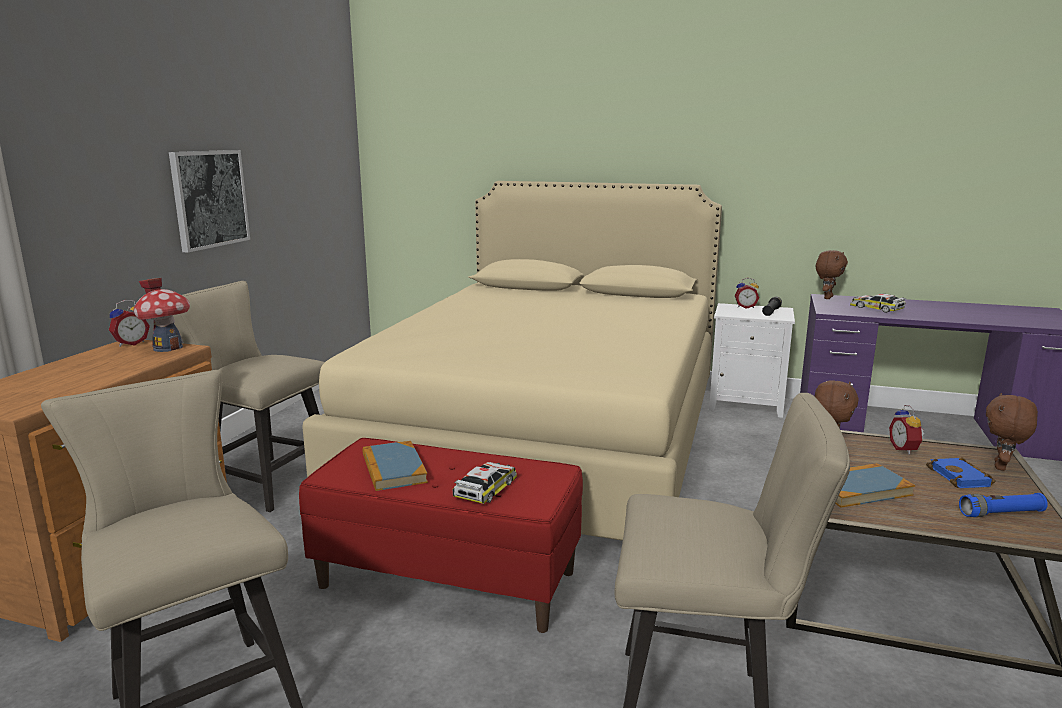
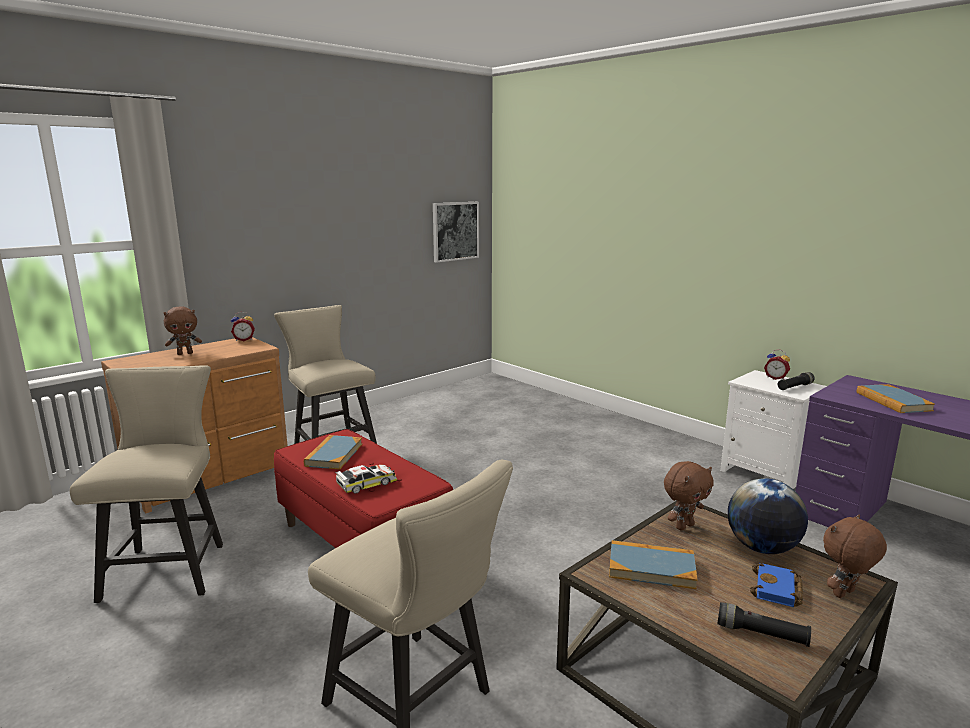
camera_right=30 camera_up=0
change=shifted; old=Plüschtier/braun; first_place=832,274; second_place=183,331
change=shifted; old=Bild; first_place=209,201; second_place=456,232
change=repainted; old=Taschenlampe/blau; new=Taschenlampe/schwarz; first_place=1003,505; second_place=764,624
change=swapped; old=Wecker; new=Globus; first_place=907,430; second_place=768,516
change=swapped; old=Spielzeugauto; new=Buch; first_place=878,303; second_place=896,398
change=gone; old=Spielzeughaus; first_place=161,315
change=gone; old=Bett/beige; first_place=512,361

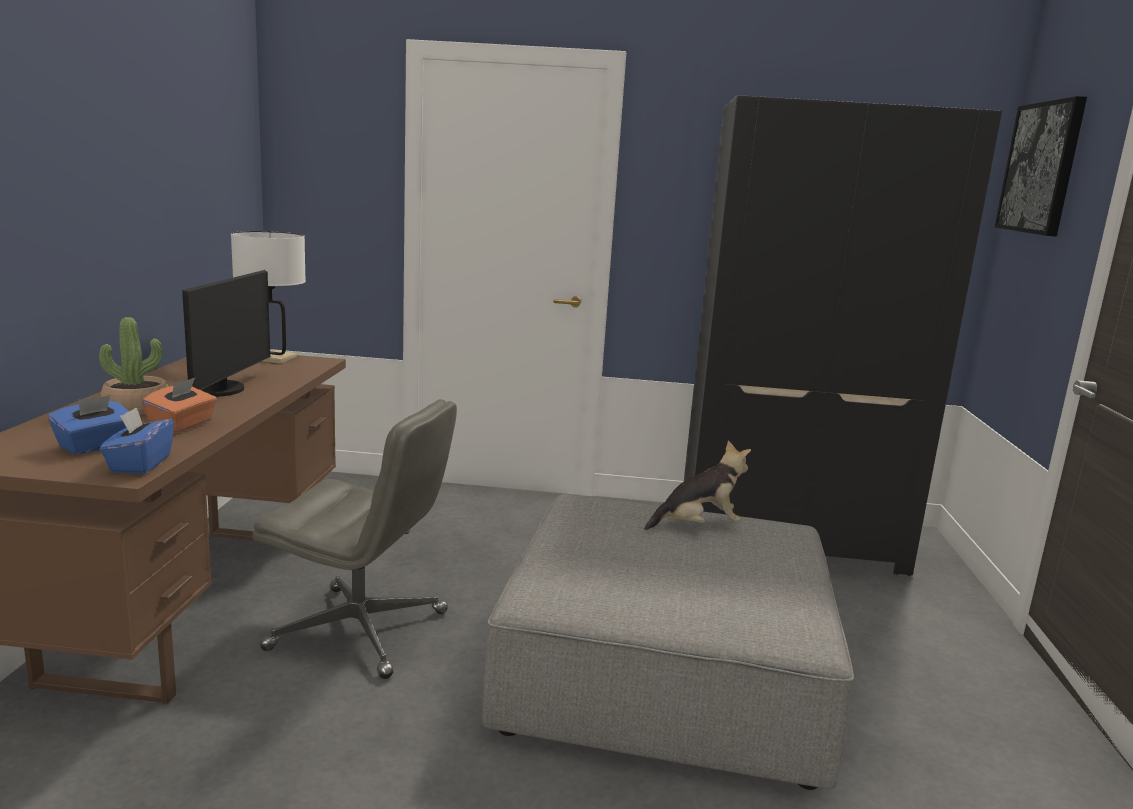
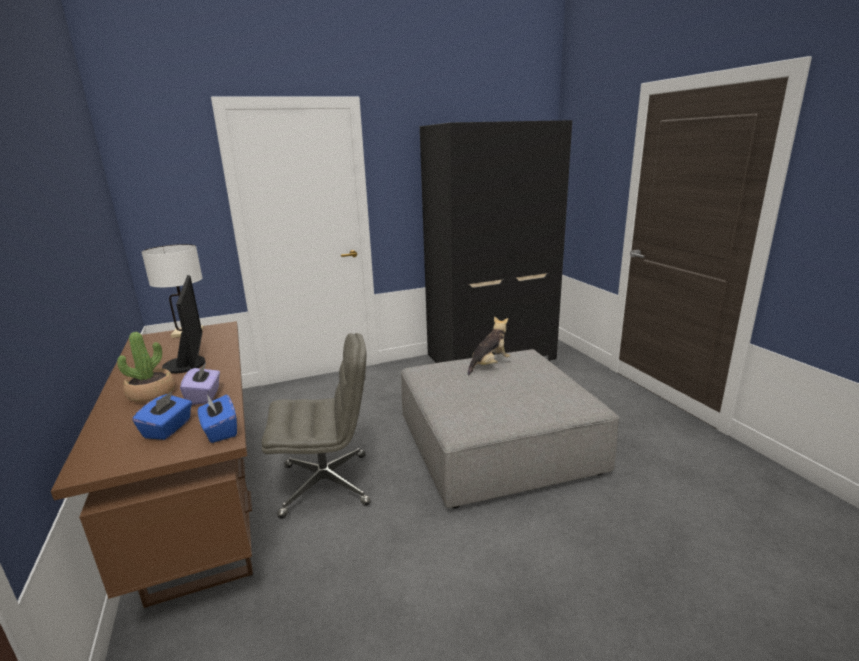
camera_right=-25 camera_up=5
change=repainted; old=Taschentuchbox/orange; new=Taschentuchbox/lila; first_place=179,406; second_place=200,384
change=gone; old=Bild; first_place=1041,166

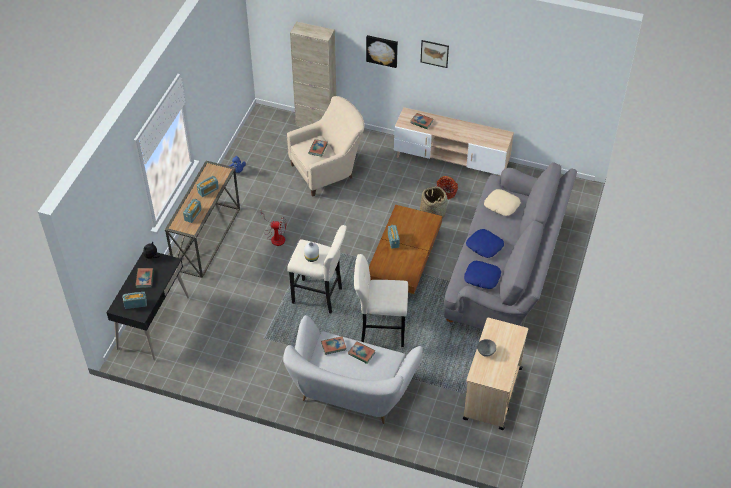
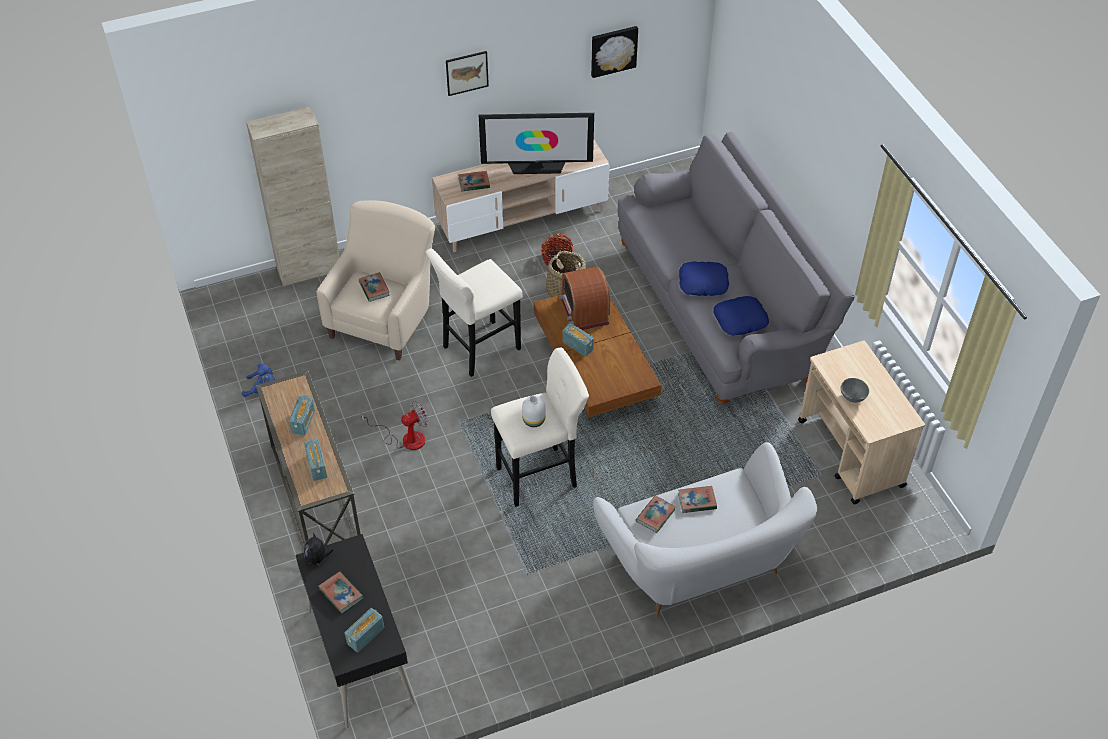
camera_right=-40 camera_up=0
change=shifted; old=Hocker/beige; first_place=381,300; second_place=474,313
change=new; new=Fernseher; second_place=536,143
change=new; new=Radio; second_place=584,298
change=shifted; old=Bild; first_place=382,51; second_place=614,52
change=gone; old=Kissen/beige; first_place=502,202

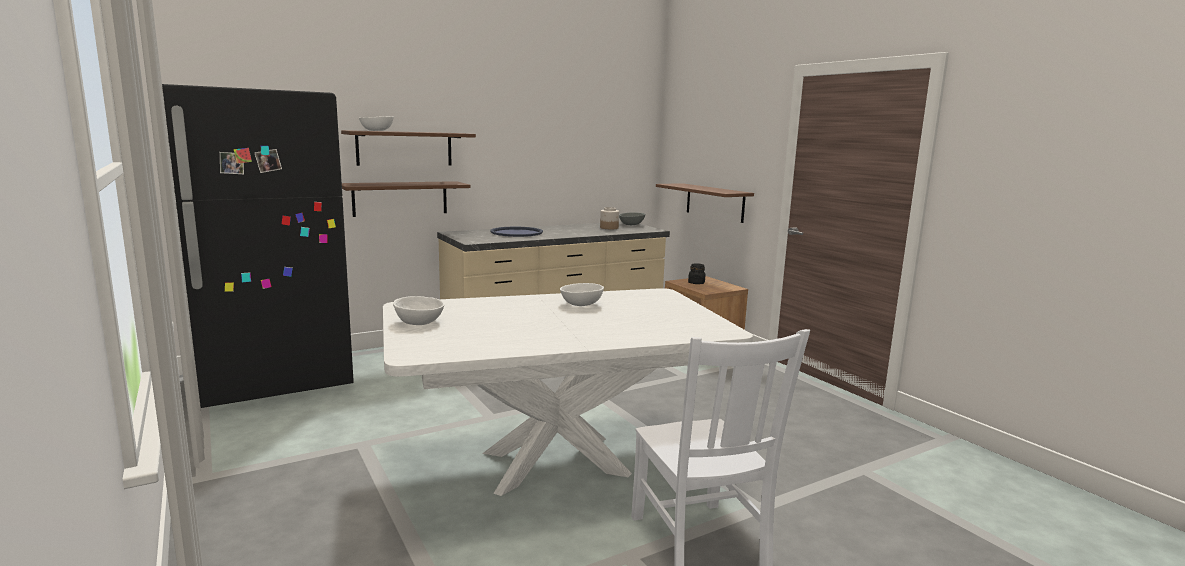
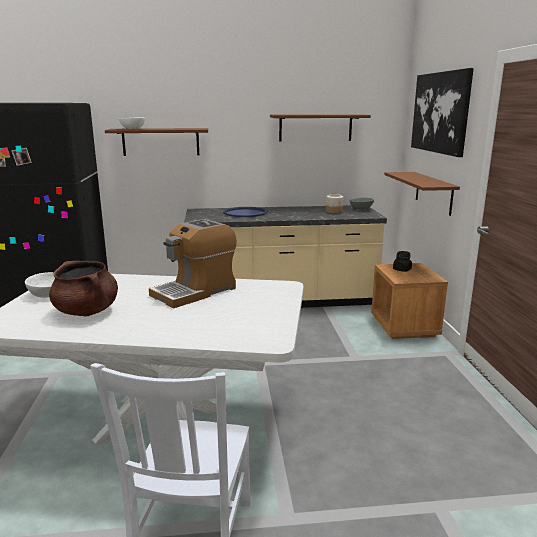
camera_right=25 camera_up=5
change=new; new=Kochtopf/braun; second_place=83,289
change=swapped; old=Schüssel/weiß; new=Kaffeemaschine; first_place=582,294; second_place=193,263
change=shifted; old=Wandregal/braun; first_place=406,199; second_place=320,127
change=new; new=Bild; second_place=442,112

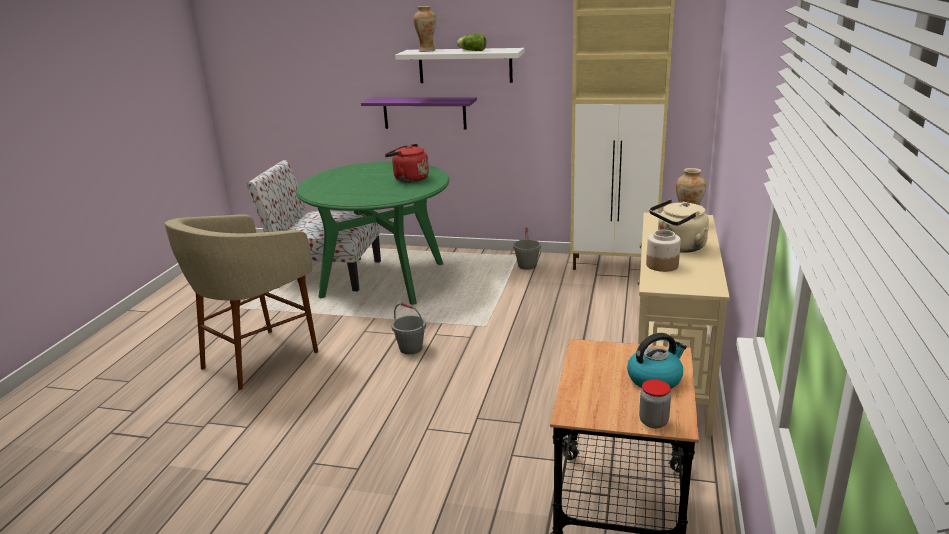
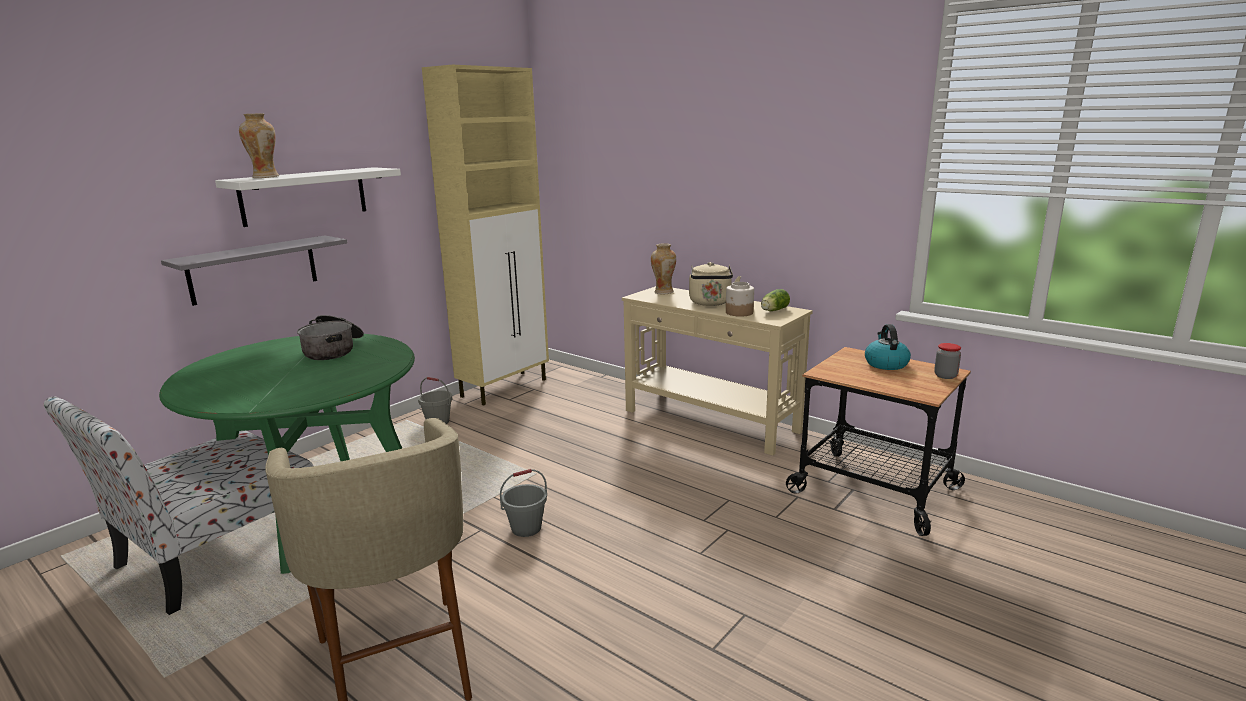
camera_right=-65 camera_up=-5
change=repainted; old=Wandregal/lila; new=Wandregal/grau; first_place=419,113; second_place=254,271
change=swapped; old=Wasserkessel/rot; new=Kochtopf; first_place=407,163; second_place=330,337
change=shifted; old=Salatkopf; first_place=471,42; second_place=775,300

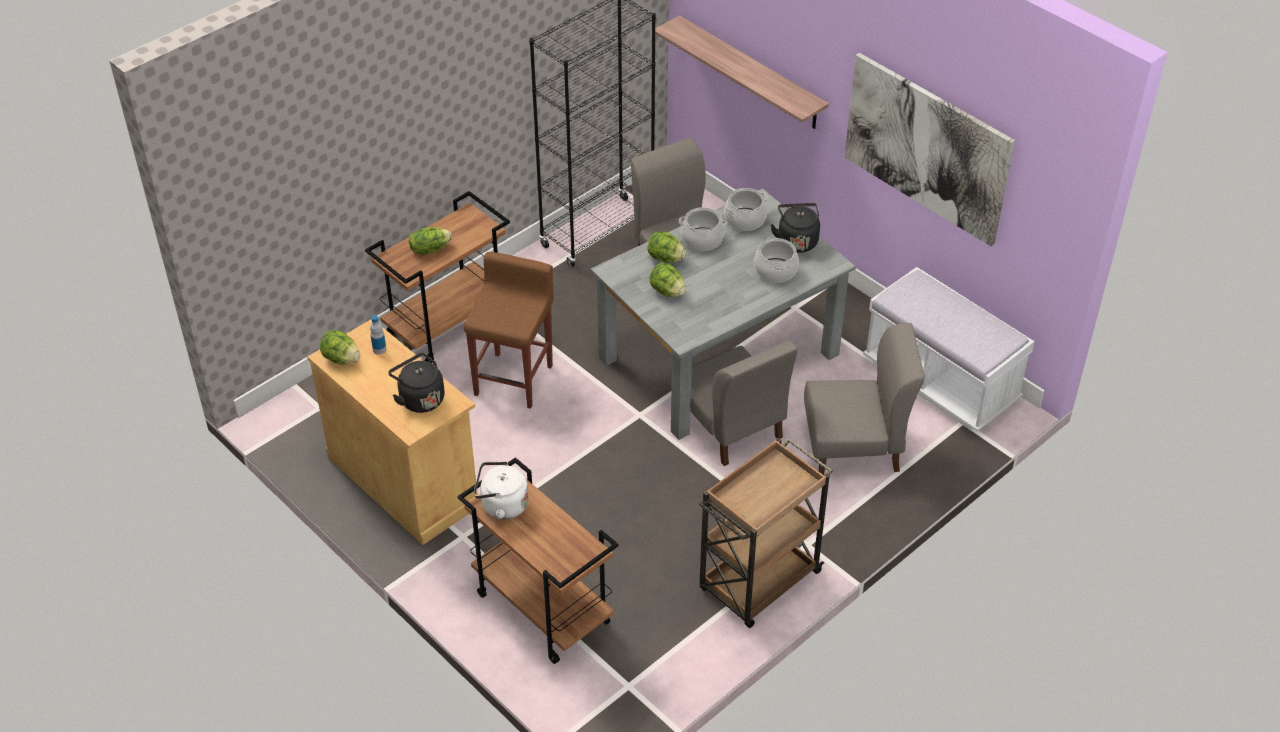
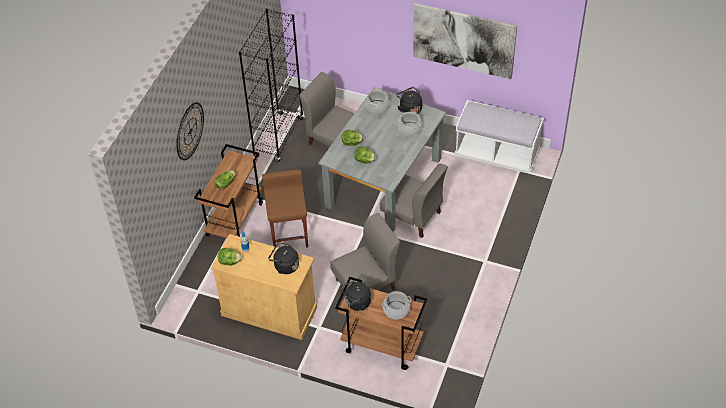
camera_right=-25 camera_up=5
change=new; new=Wanduhr; second_place=190,131
change=shifted; old=Stuhl/grau; first_place=864,399; second_place=365,251
change=repainted; old=Wasserkessel/weiß; new=Wasserkessel/schwarz; first_place=501,490; second_place=356,296
change=shifted; old=Kochtopf; first_place=703,229; second_place=396,305
change=gone; old=Wandregal; first_place=742,72
change=gone; old=Rollwagen/braun; first_place=765,533

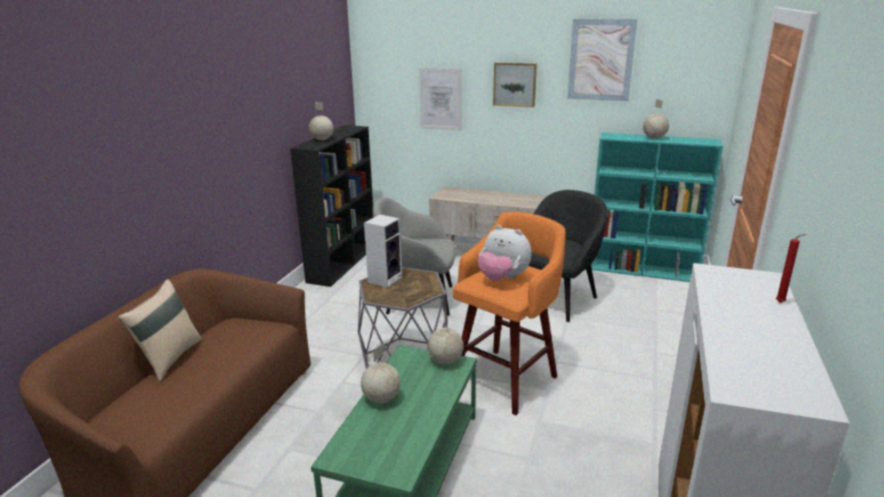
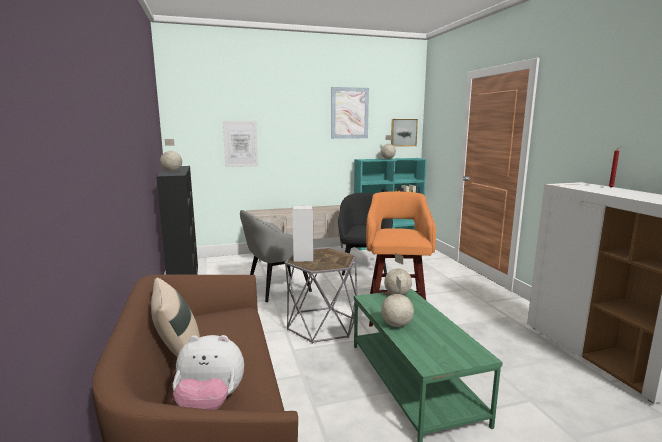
camera_right=-35 camera_up=-10
change=shifted; old=Plüschtier; first_place=505,253; second_place=208,372
change=shifted; old=Bild; first_place=515,84; second_place=404,133

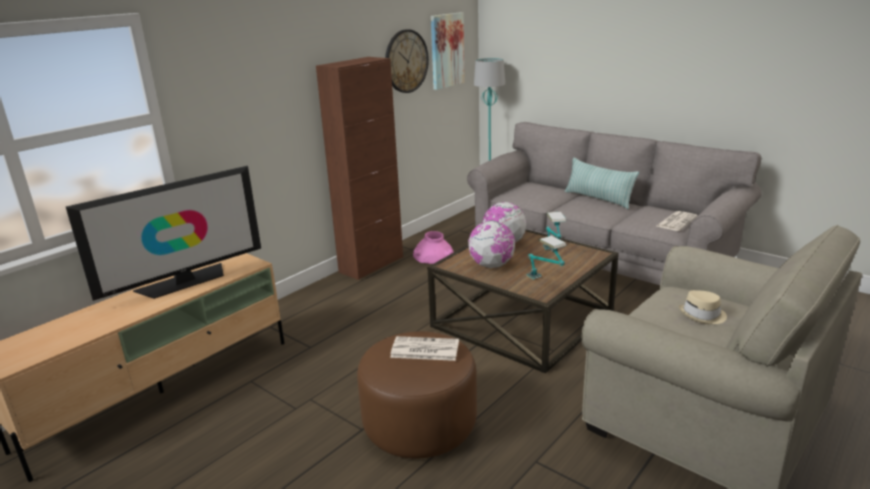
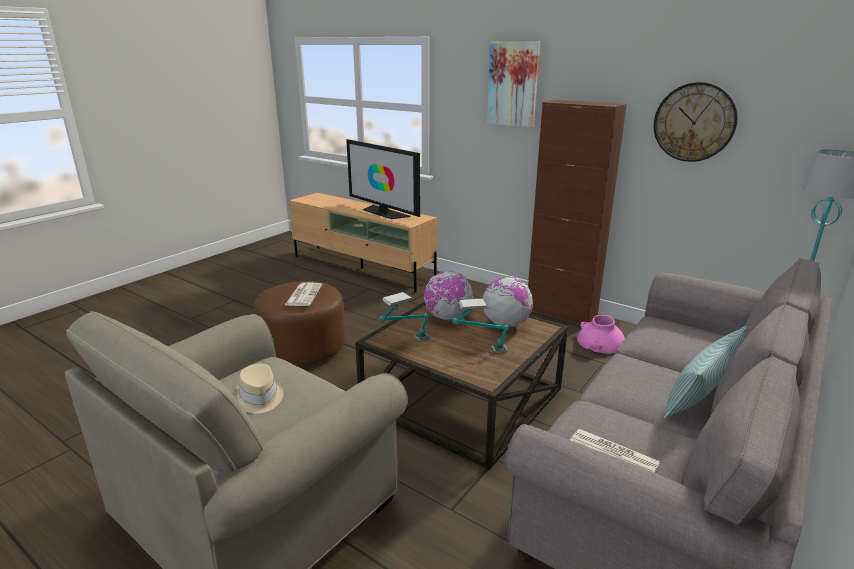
camera_right=85 camera_up=0
change=shifted; old=Bild; first_place=448,51; second_place=513,84

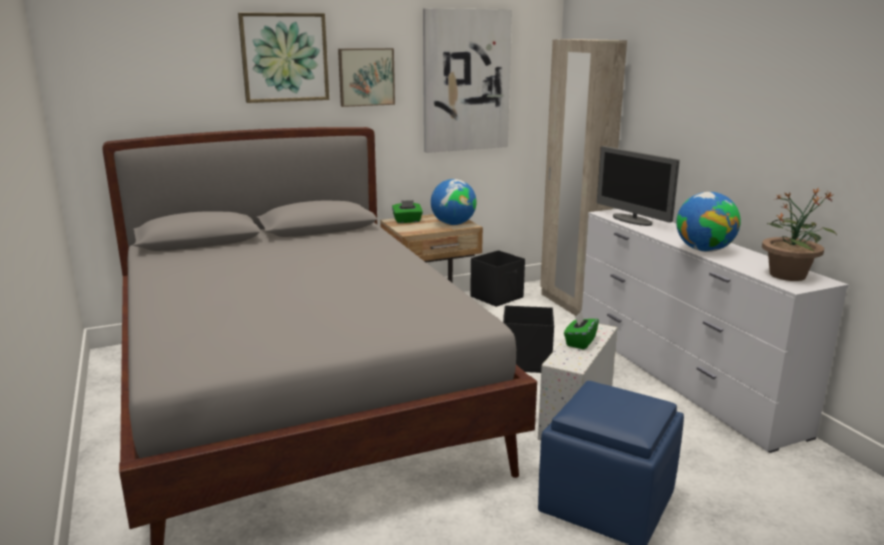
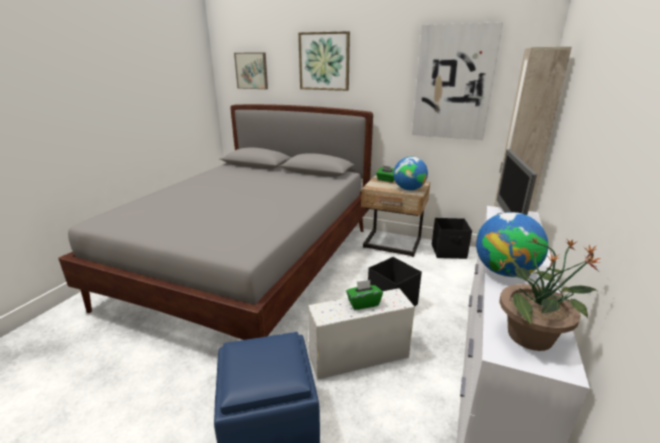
camera_right=45 camera_up=5
change=shifted; old=Bild; first_place=366,77; second_place=251,71

